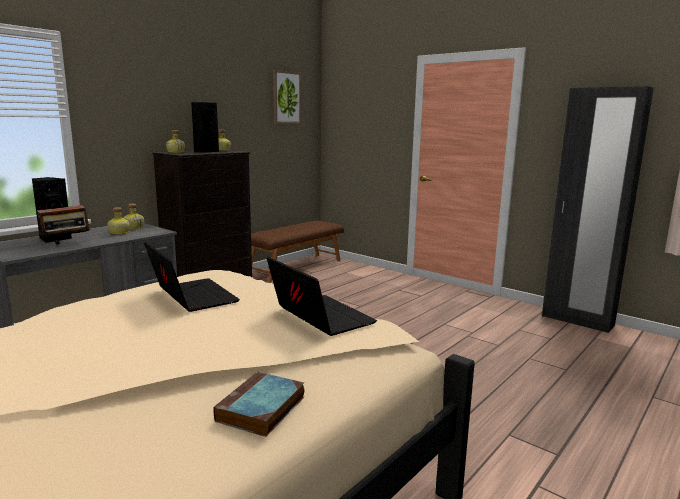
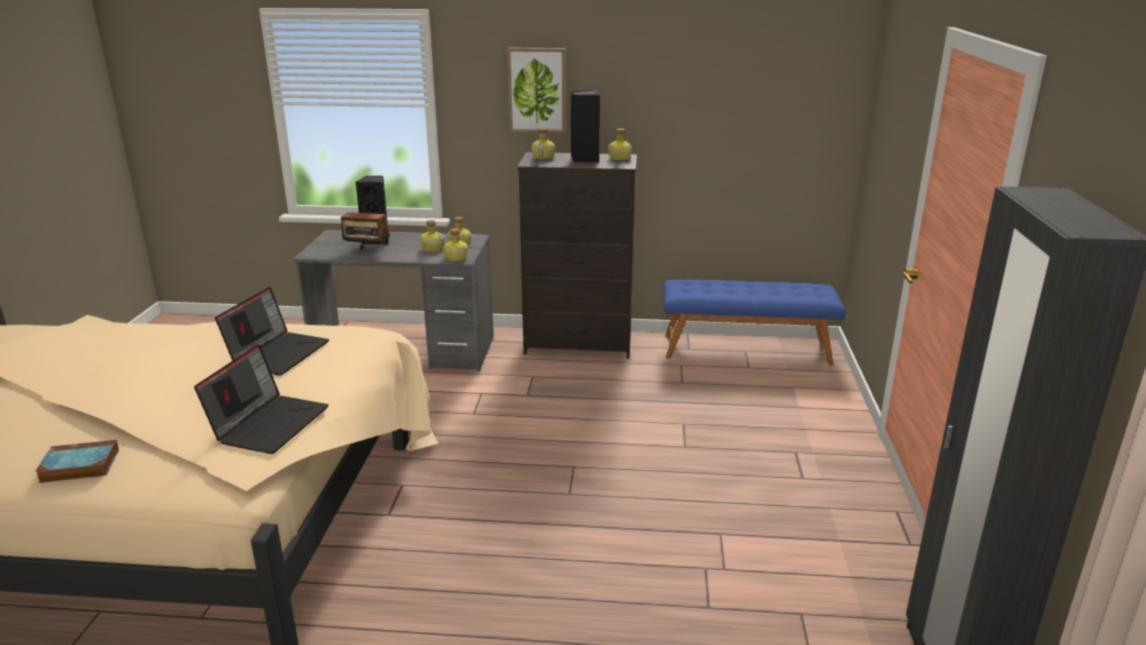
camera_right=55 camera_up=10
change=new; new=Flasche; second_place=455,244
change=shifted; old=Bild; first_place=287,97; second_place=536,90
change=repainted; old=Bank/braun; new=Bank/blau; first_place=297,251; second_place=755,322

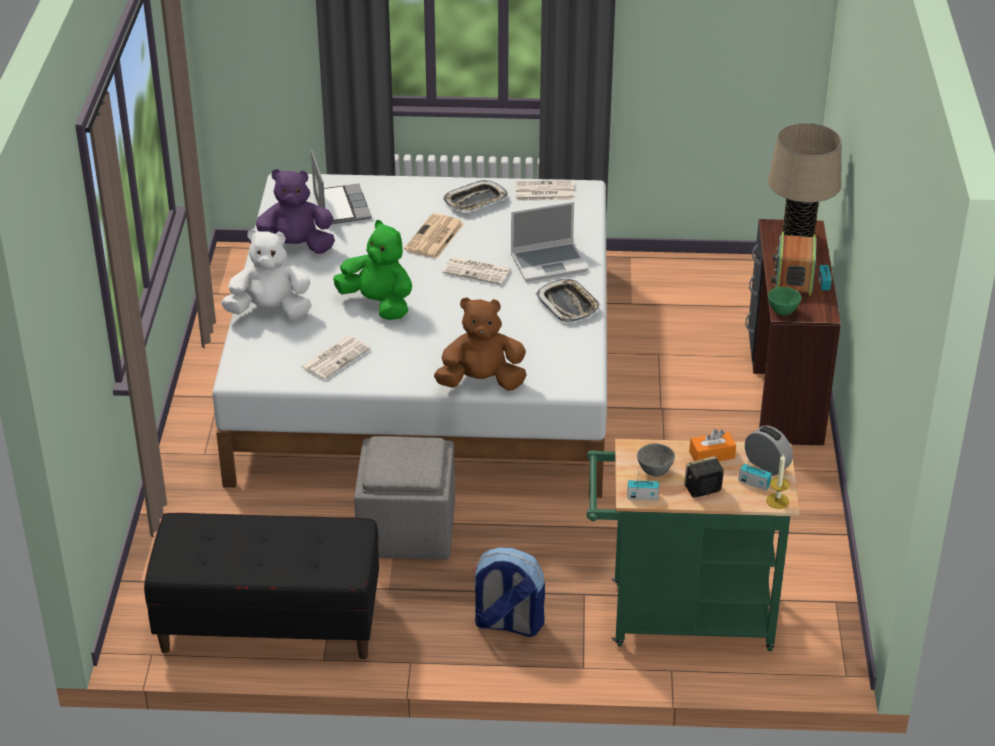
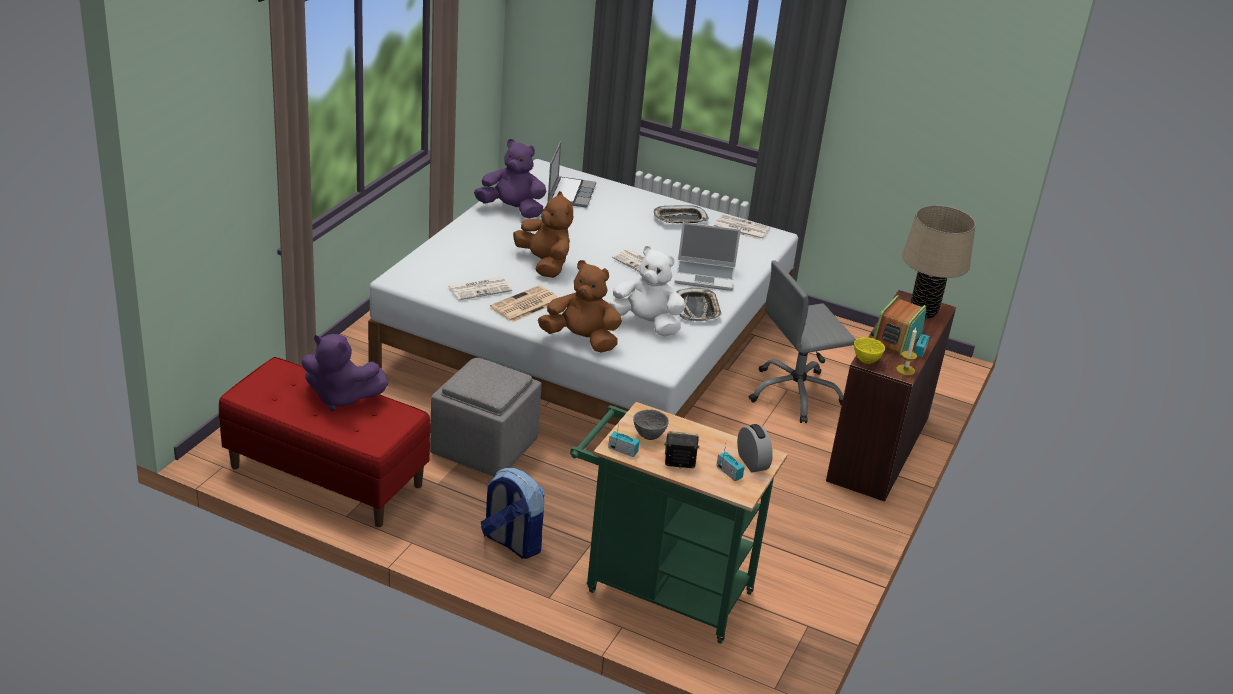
camera_right=20 camera_up=-5
change=repainted; old=Bank/schwarz; new=Bank/rot; first_place=261,586; second_place=325,442
change=new; new=Plüschtier/lila; second_place=345,372
change=shifted; old=Zeitung; first_place=434,235; second_place=524,303
change=repainted; old=Plüschtier/grün; new=Plüschtier/braun; first_place=372,270; second_place=543,234
change=shifted; old=Plüschtier/weiß; first_place=266,274; second_place=645,291
change=new; new=Bürostuhl/grau; second_place=802,342
change=repainted; old=Schüssel/grün; new=Schüssel/gelb; first_place=784,301; second_place=869,350
change=shifted; old=Kerze; first_place=778,481; second_place=906,351
change=gone; old=Taschentuchbox/orange; first_place=712,445

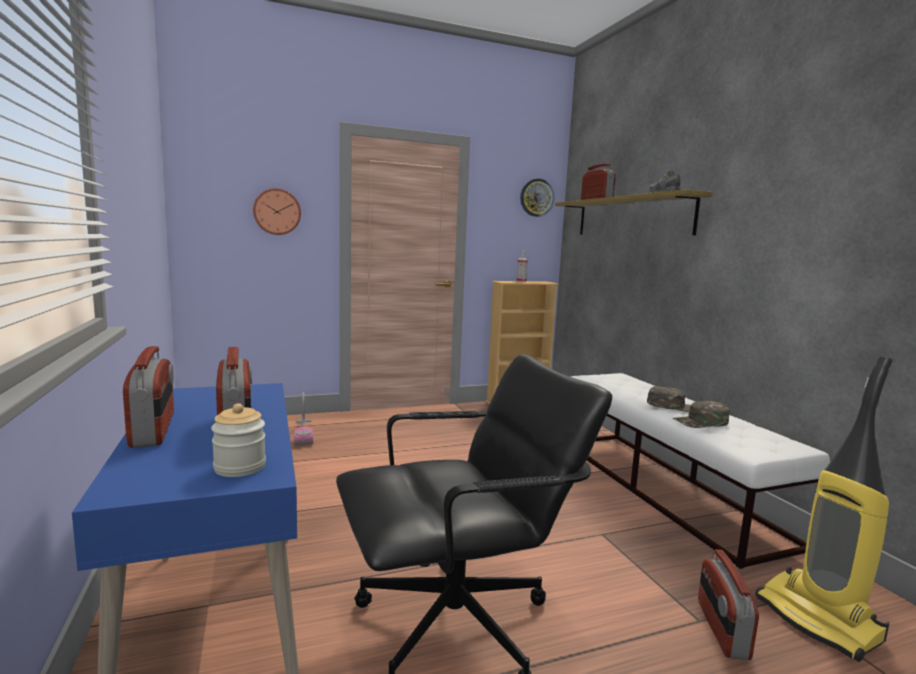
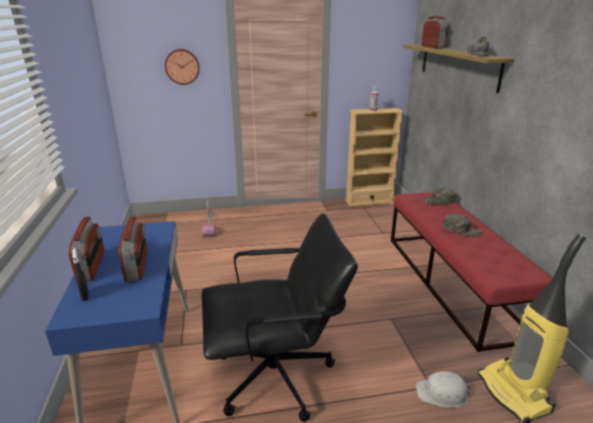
camera_right=10 camera_up=15
change=new; new=Sprühflasche/schwarz; second_place=81,274
change=repainted; old=Bank/weiß; new=Bank/rot; first_place=700,471; second_place=472,272
change=swapped; old=Radio; new=Schutzhelm/weiß; first_place=728,604; second_place=443,389
change=shifted; old=Kappe/grün; first_place=701,414; second_place=439,196
change=gone; old=Vorratsglas; first_place=238,440
change=gone; old=Wanduhr; first_place=537,198

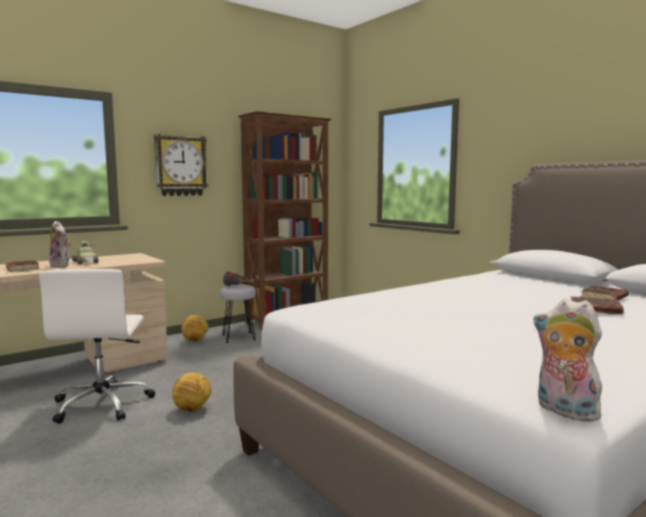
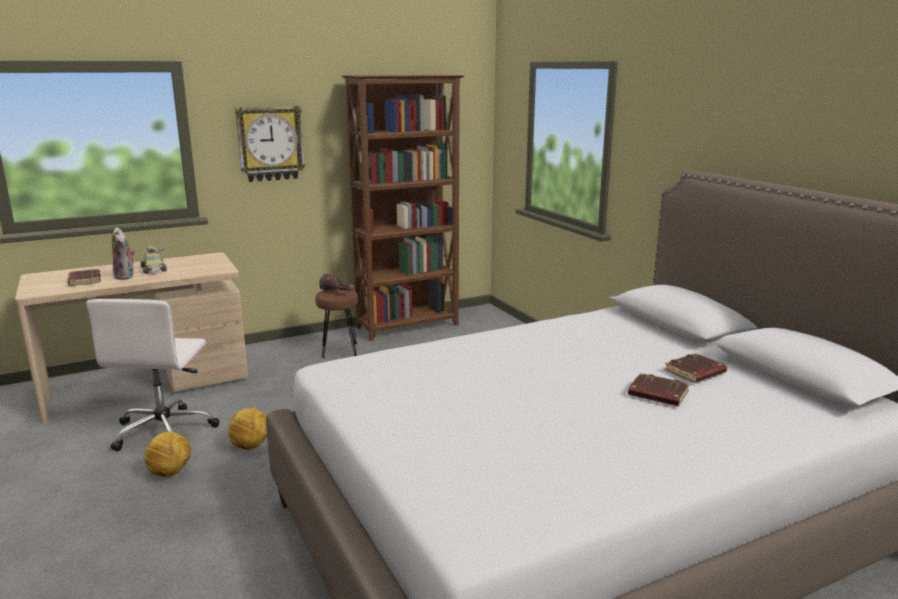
camera_right=10 camera_up=10
change=shifted; old=Fußball; first_place=195,328; second_place=167,454
change=repainted; old=Hocker/grau; new=Hocker/braun; first_place=238,314; second_place=336,323
change=gone; old=Plüschtier; first_place=567,360

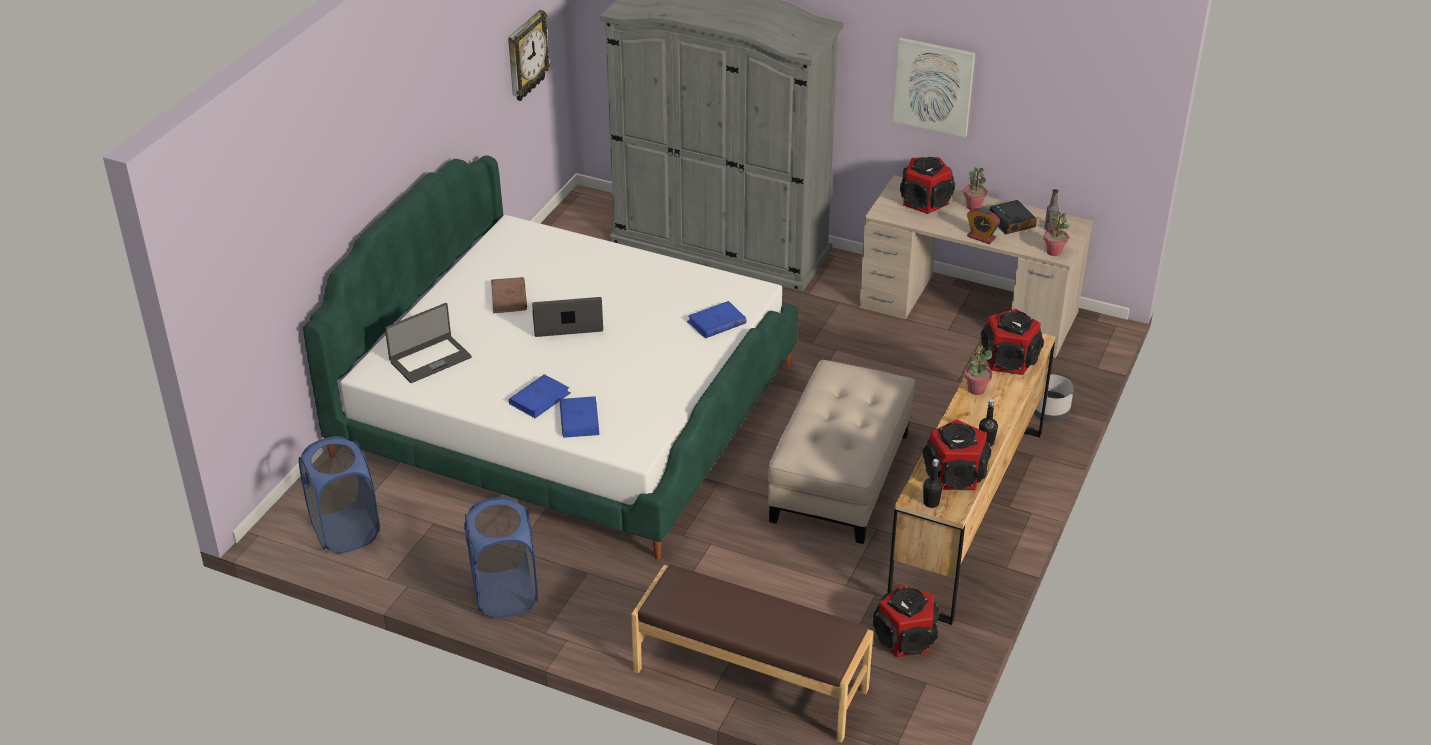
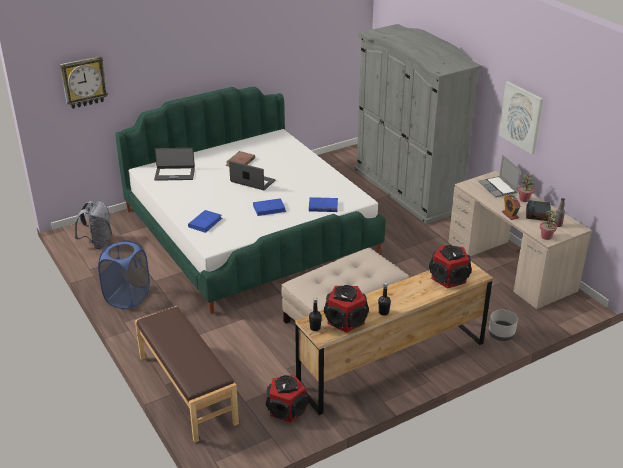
camera_right=35 camera_up=-5
change=shifted; old=Wanduhr; first_place=529,55; second_place=84,82
change=swapped; old=Wäschekorb/blau; new=Rucksack/grau; first_place=339,495; second_place=93,225
change=shifted; old=Buch/blau; first_place=539,396; second_place=269,207
change=swapped; old=Lautsprecher; new=Laptop; first_place=927,185; second_place=499,176
change=gone; old=Topfpflanze; first_place=978,370

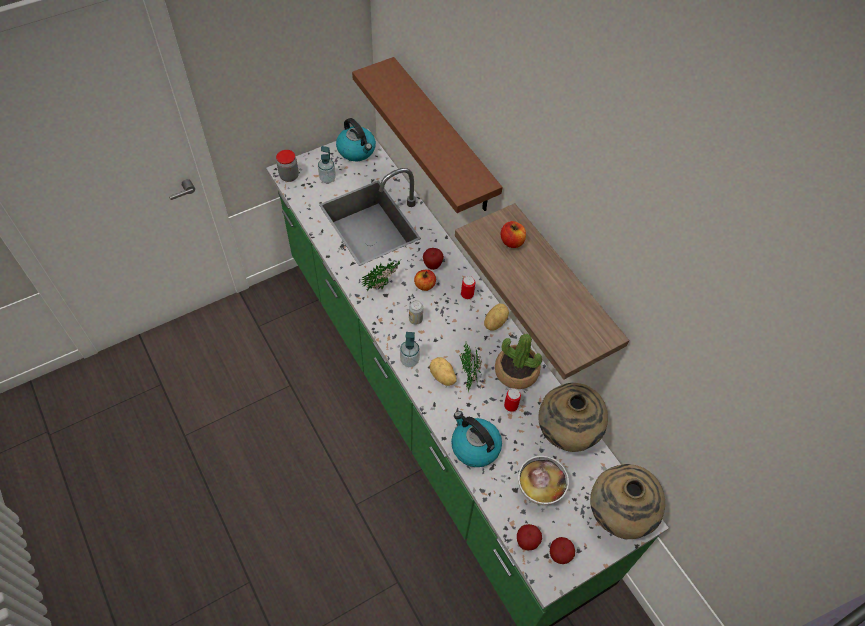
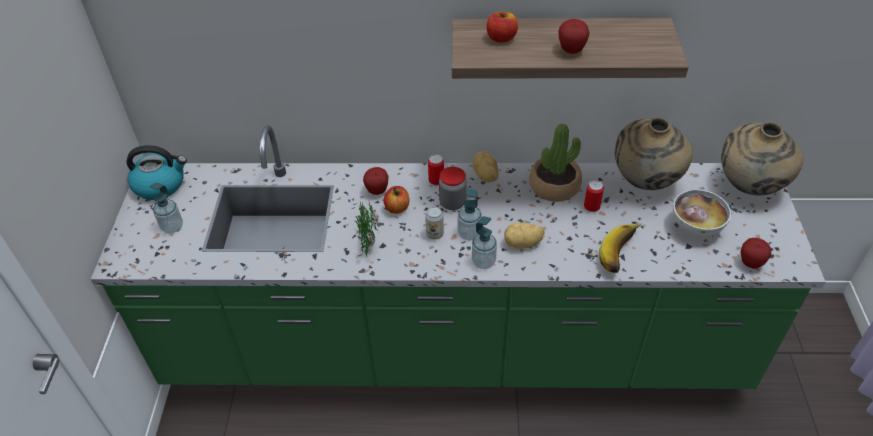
camera_right=-55 camera_up=-10
change=shifted; old=Vorratsglas; first_place=287,166; second_place=453,188
change=new; new=Seifenspender; second_place=470,214
change=shifted; old=Apfel; first_place=562,550; second_place=574,36
change=swapped; old=Wasserkessel; new=Banane; first_place=476,439; second_place=620,248
change=gone; old=Wandregal/braun; first_place=427,135
change=gone; old=Topfpflanze; first_place=471,367

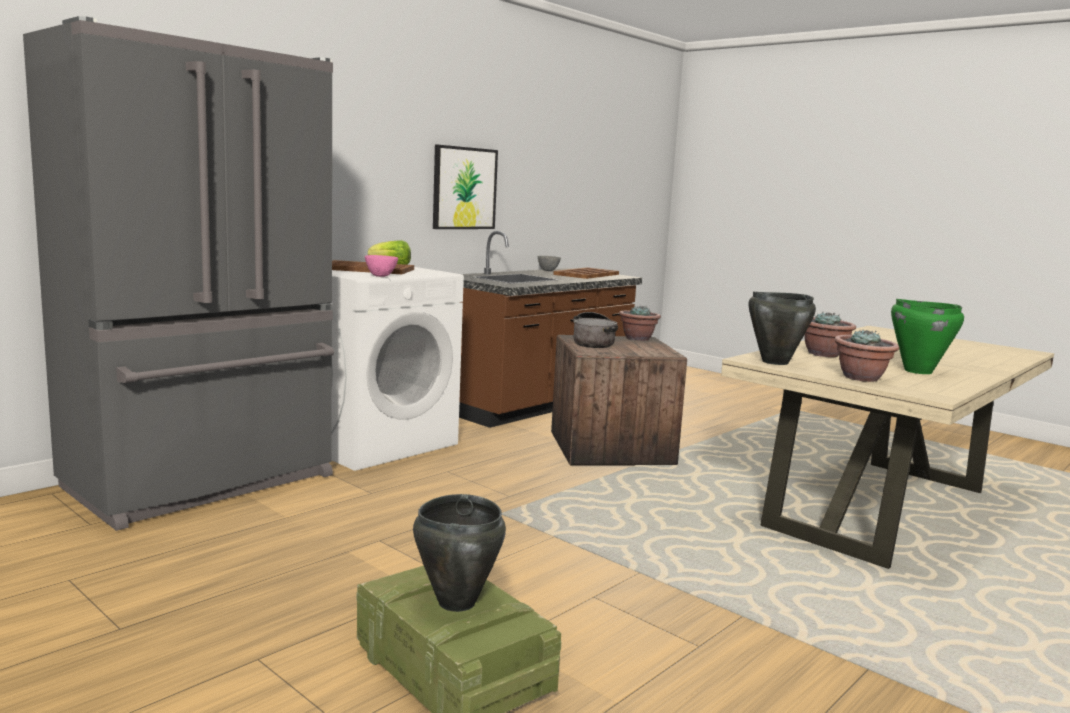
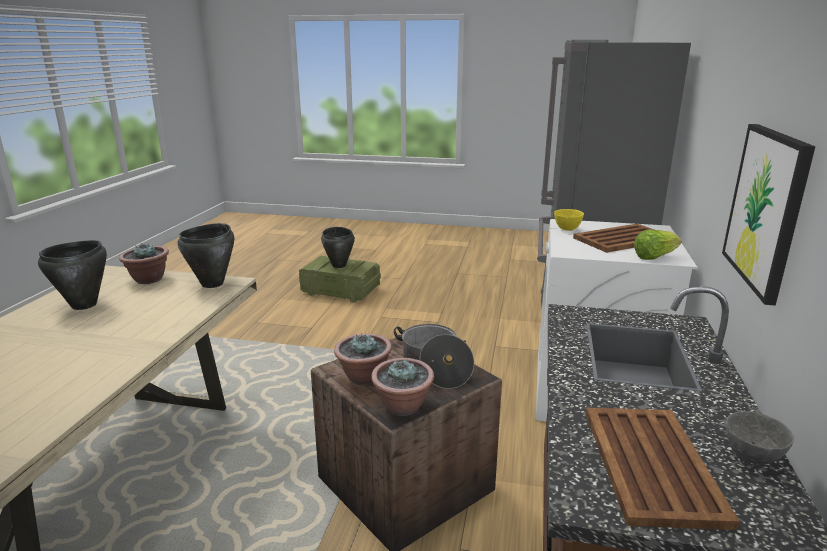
camera_right=150 camera_up=10
change=repainted; old=Kochtopf/grün; new=Kochtopf/schwarz; first_place=927,336; second_place=72,275
change=shifted; old=Topfpflanze; first_place=830,334; second_place=363,359
change=repainted; old=Schüssel/rosa; new=Schüssel/gelb; first_place=381,266; second_place=569,220

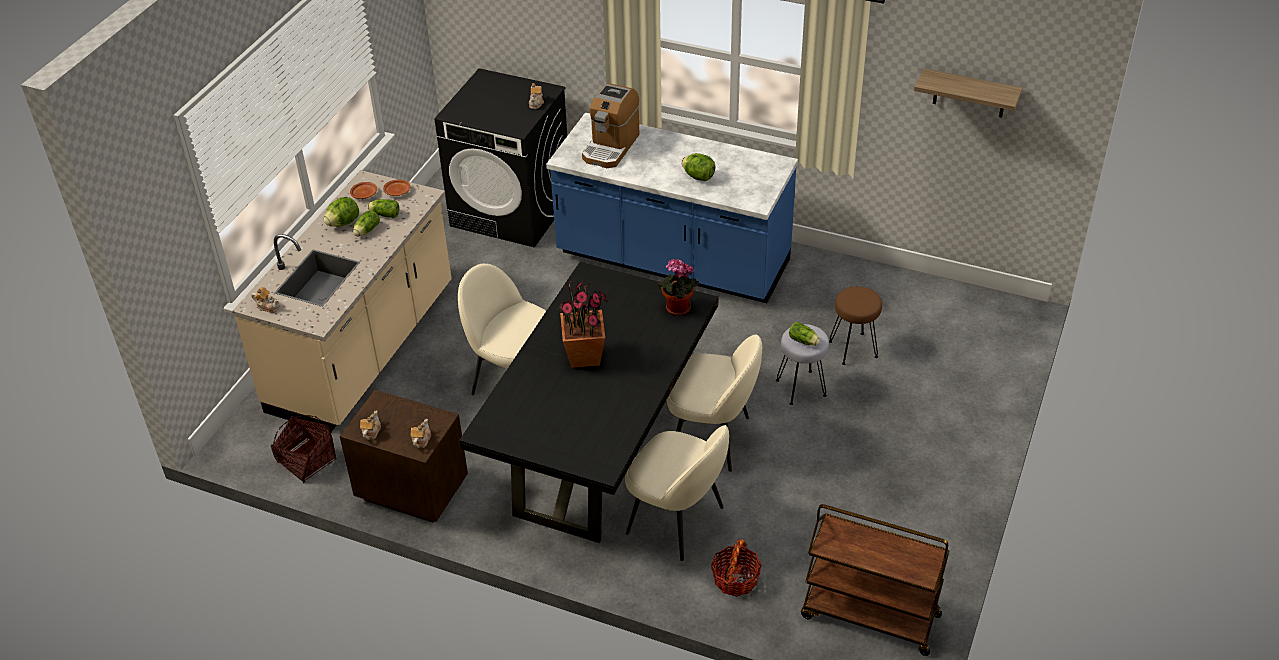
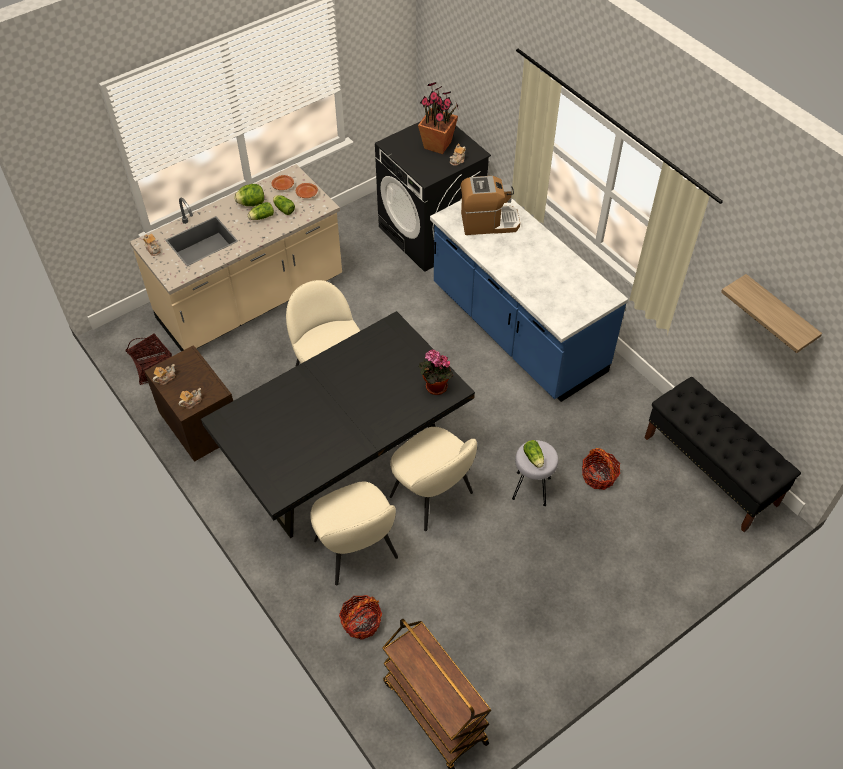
camera_right=30 camera_up=10
change=shifted; old=Topfpflanze; first_place=583,323; second_place=438,118
change=rotated; old=Kaffeemaschine; first_place=610,125; second_place=490,205; degrees=-150
change=swapped; old=Hocker/braun; new=Korb; first_place=855,325; second_place=601,469
change=new; new=Bank/schwarz; second_place=722,454
change=gone; old=Salatkopf; first_place=698,167

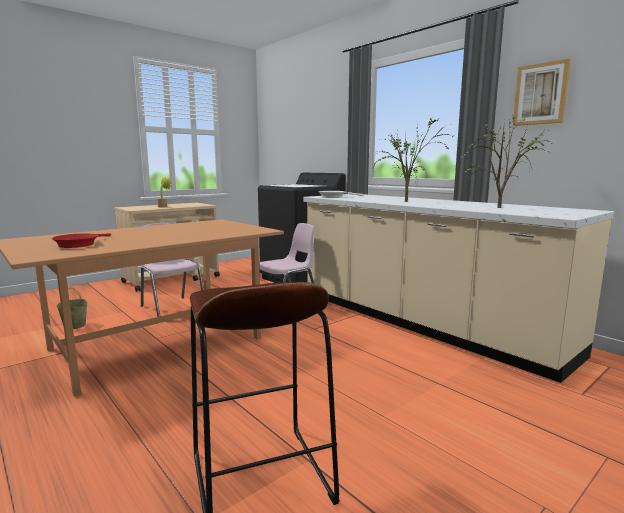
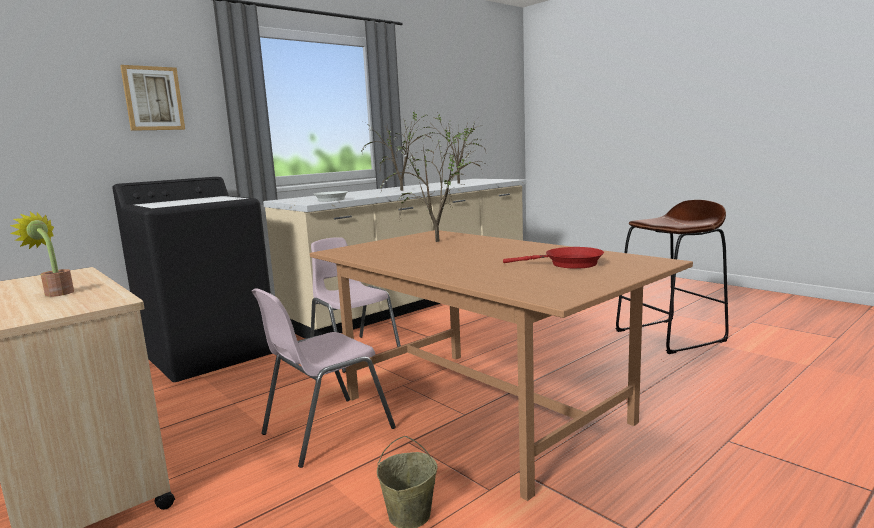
camera_right=-90 camera_up=0
change=shifted; old=Bild; first_place=542,92; second_place=152,98
change=new; new=Topfpflanze; second_place=433,186

